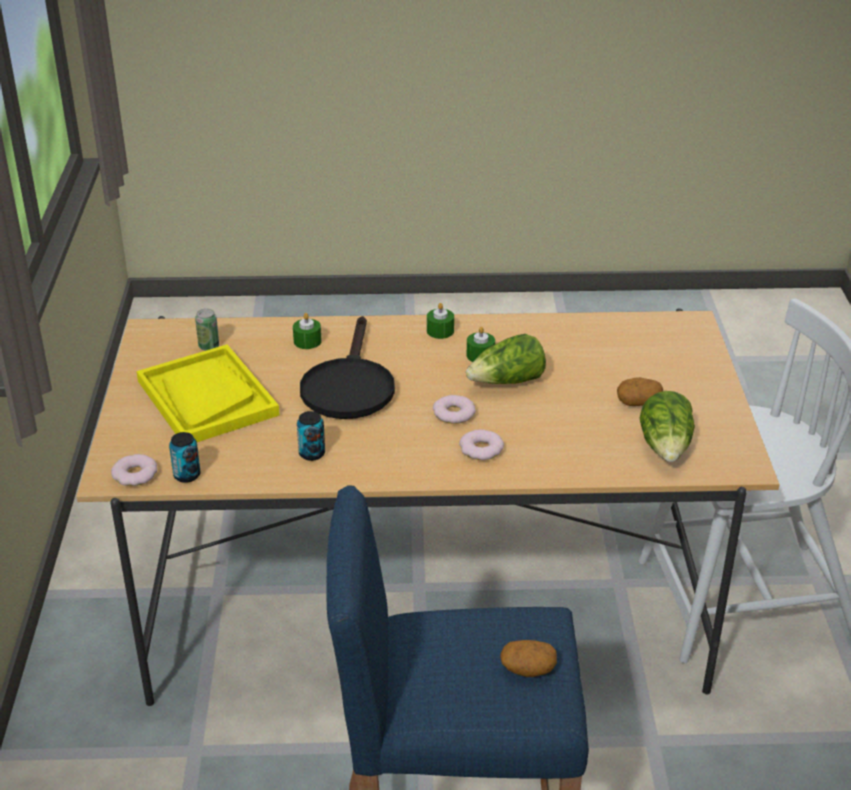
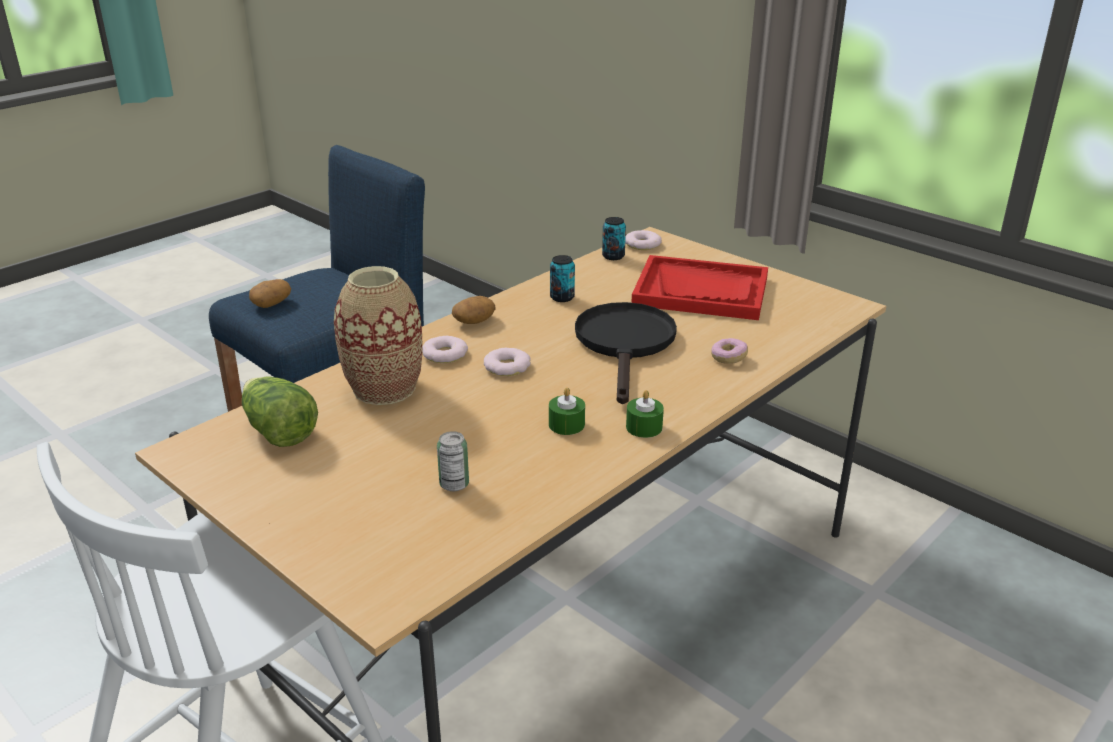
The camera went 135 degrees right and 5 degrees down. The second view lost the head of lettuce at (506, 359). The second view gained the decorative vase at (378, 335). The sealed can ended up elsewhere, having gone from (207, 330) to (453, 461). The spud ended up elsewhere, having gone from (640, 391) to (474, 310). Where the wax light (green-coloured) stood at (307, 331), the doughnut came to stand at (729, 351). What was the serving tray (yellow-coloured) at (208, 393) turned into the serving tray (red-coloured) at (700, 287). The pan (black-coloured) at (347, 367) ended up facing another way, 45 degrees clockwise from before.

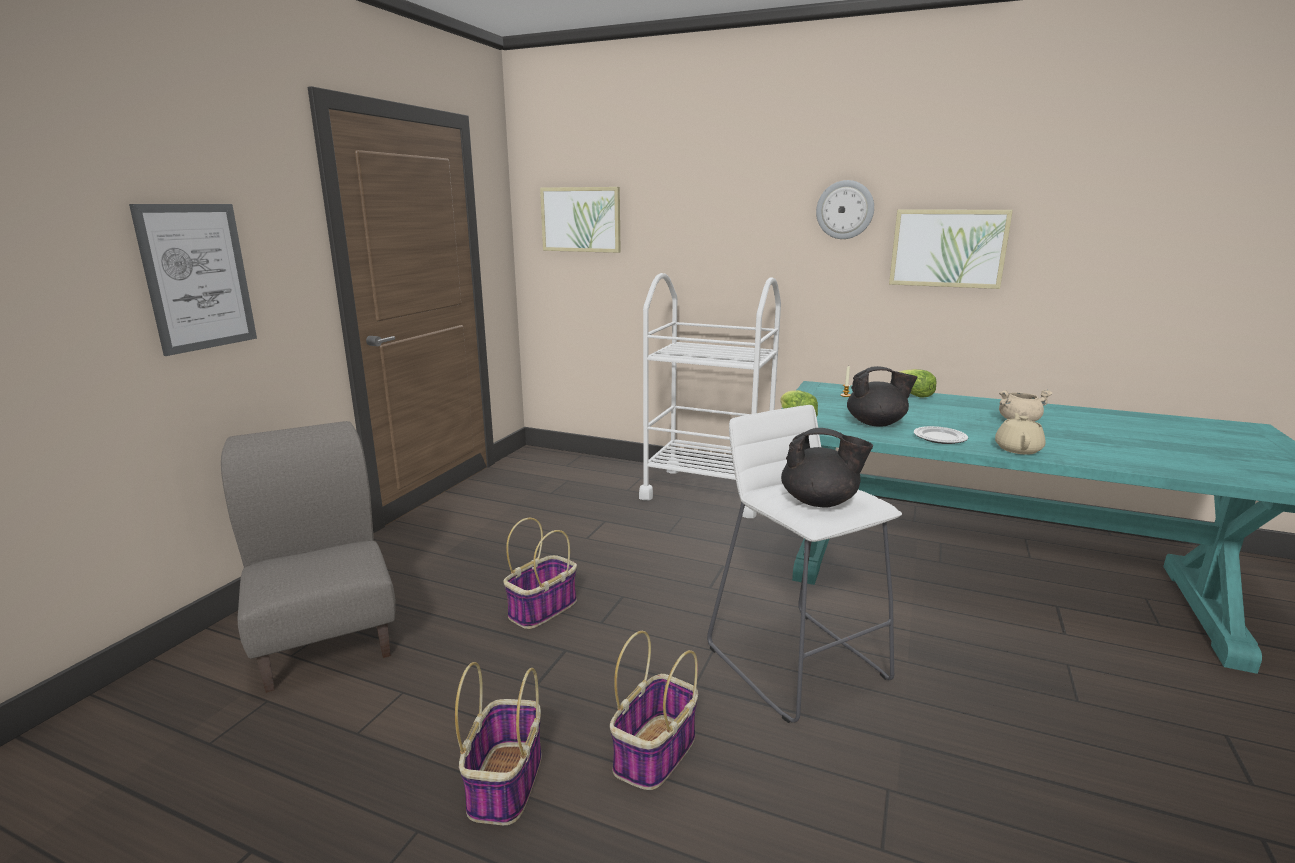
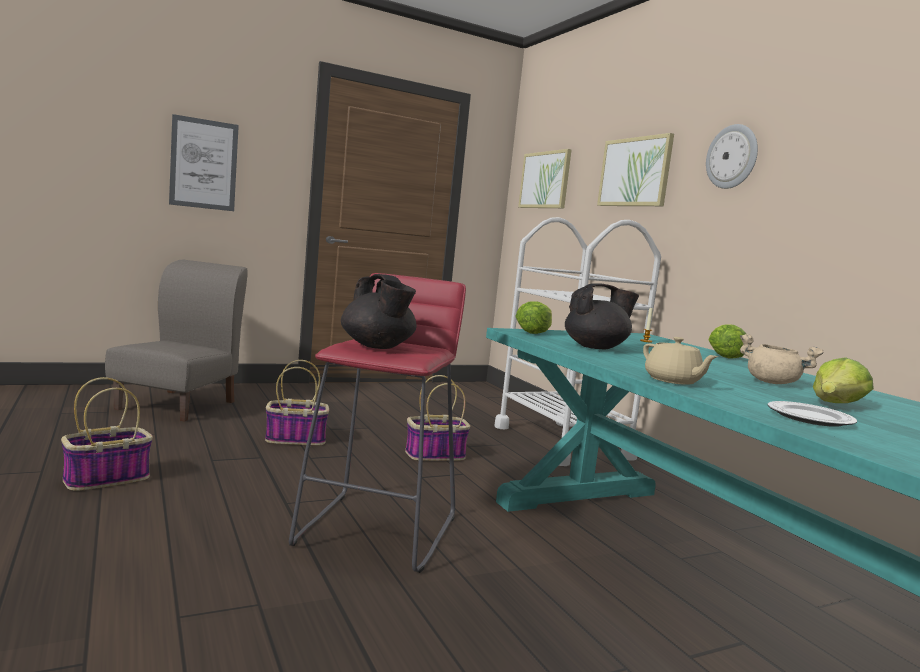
The camera went 40 degrees right and 10 degrees down. The second view gained the head of lettuce at (843, 380). The basket ended up elsewhere, having gone from (654, 710) to (437, 418). The picture ended up elsewhere, having gone from (951, 249) to (635, 169). The flat dish ended up elsewhere, having gone from (941, 435) to (812, 414). What was the stool (white-coloured) at (804, 564) turned into the stool (red-coloured) at (377, 423). The tea pot (black-coloured) at (882, 396) ended up facing another way, 60 degrees counterclockwise from before. The tea pot (beige) at (1020, 433) ended up facing another way, 90 degrees clockwise from before.

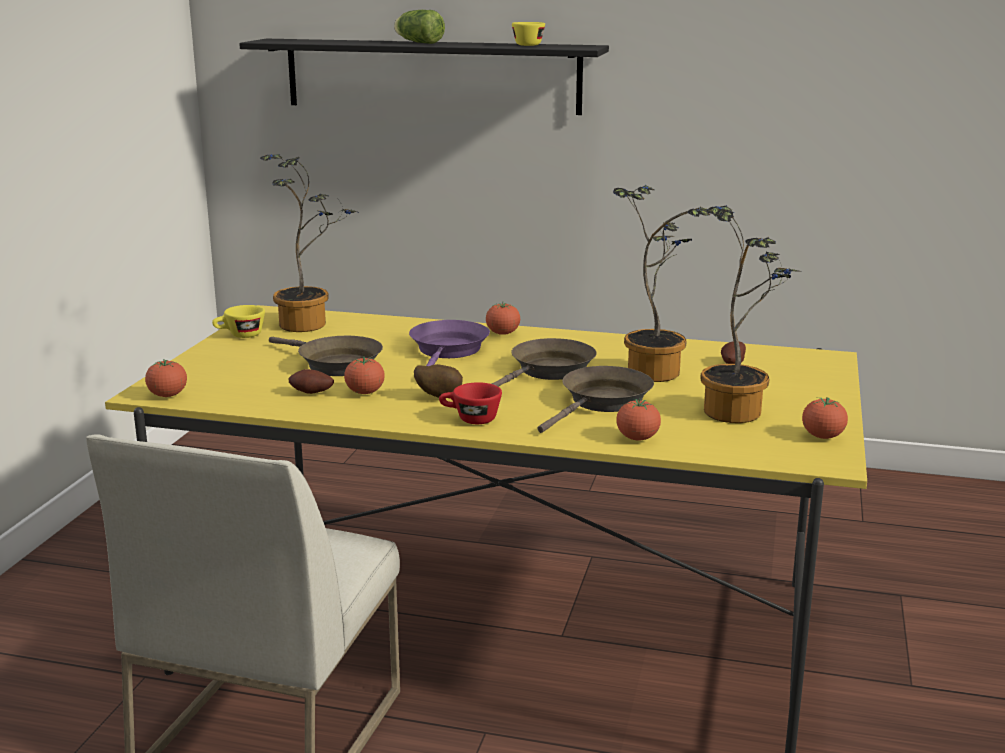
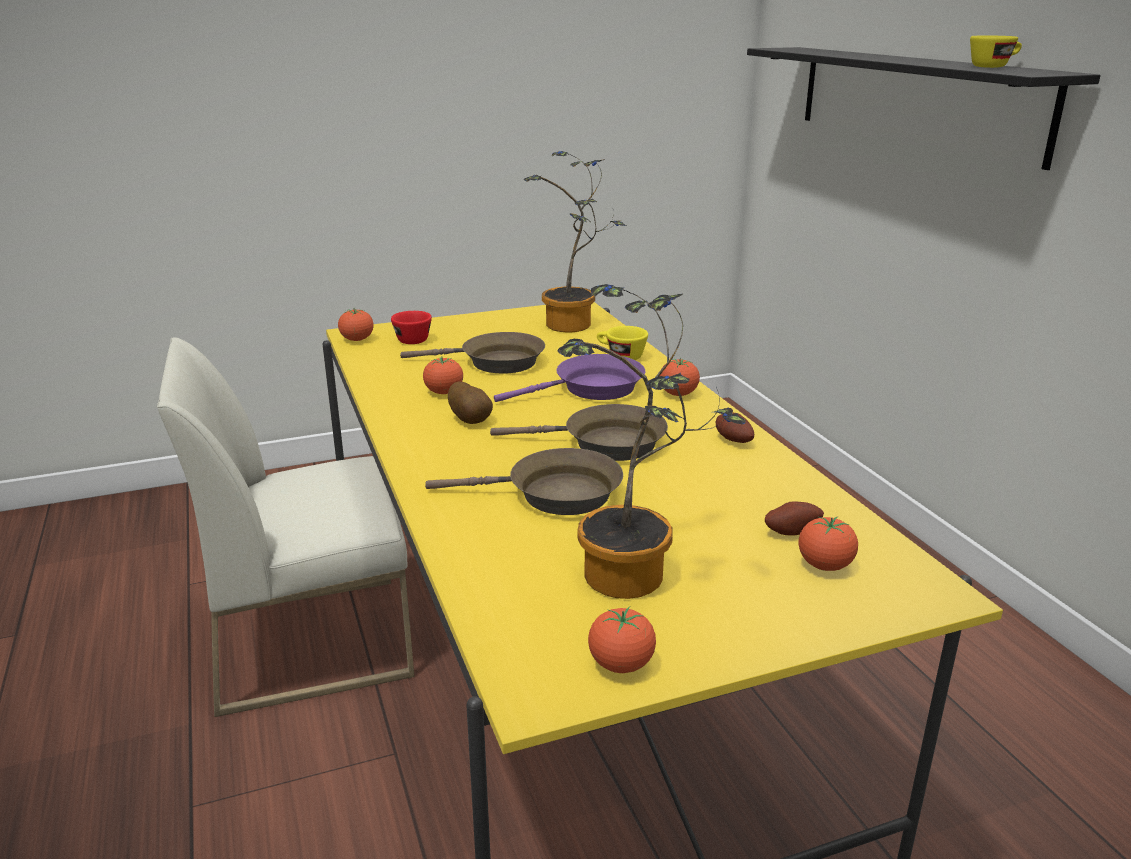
The camera went 55 degrees right and 5 degrees up. The second view lost the head of lettuce at (419, 27). The second view lost the potted plant at (661, 283). The cup (yellow-coloured) ended up elsewhere, having gone from (238, 321) to (622, 343). The spud ended up elsewhere, having gone from (311, 381) to (735, 428). The cup (red-coloured) ended up elsewhere, having gone from (470, 403) to (411, 327). The whole tomato ended up elsewhere, having gone from (638, 420) to (828, 543). The pan (brownish) at (326, 356) ended up facing another way, 90 degrees counterclockwise from before.

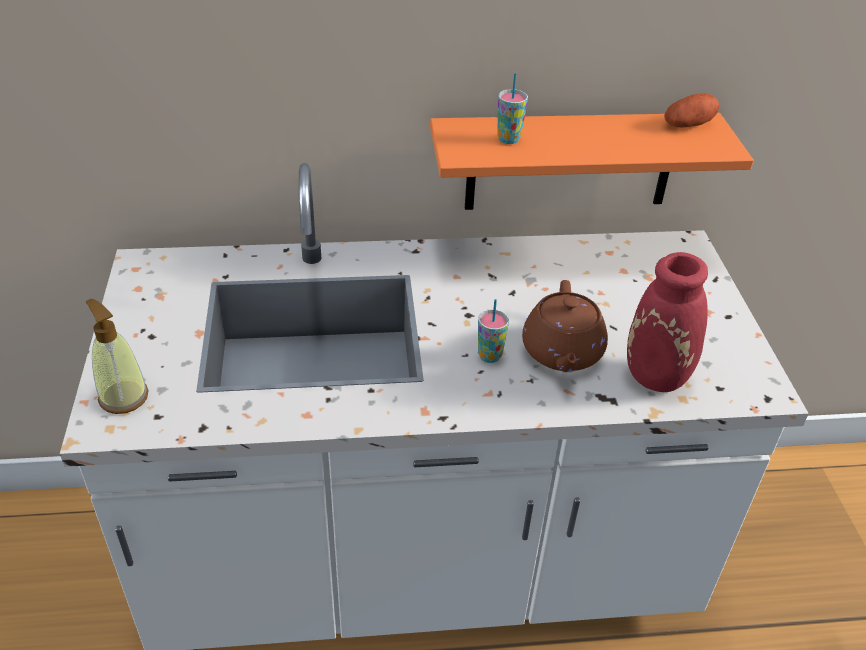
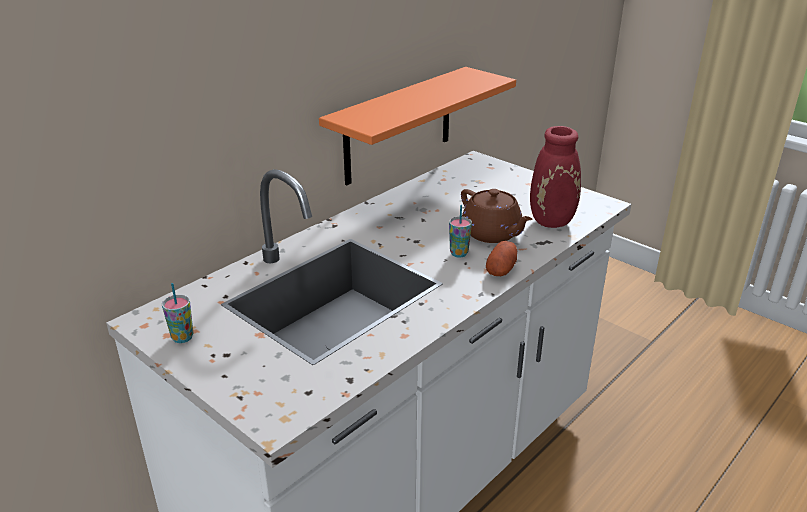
The camera went 40 degrees left and 10 degrees down. The second view lost the soap dispenser at (117, 356). The cup ended up elsewhere, having gone from (512, 108) to (177, 313). The spud ended up elsewhere, having gone from (691, 110) to (501, 258).

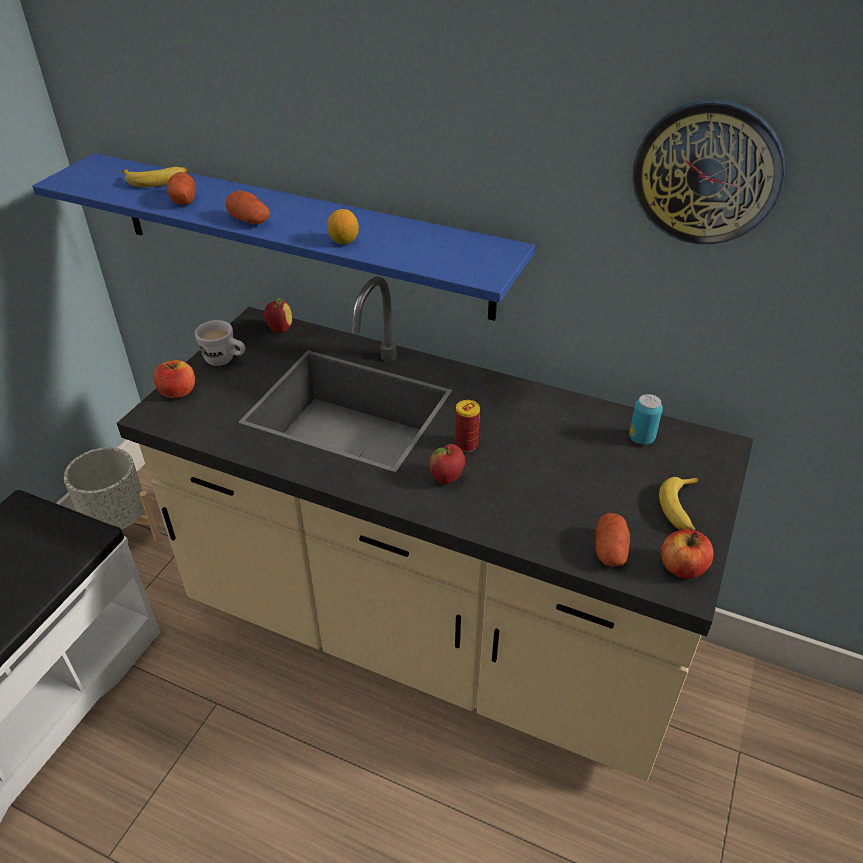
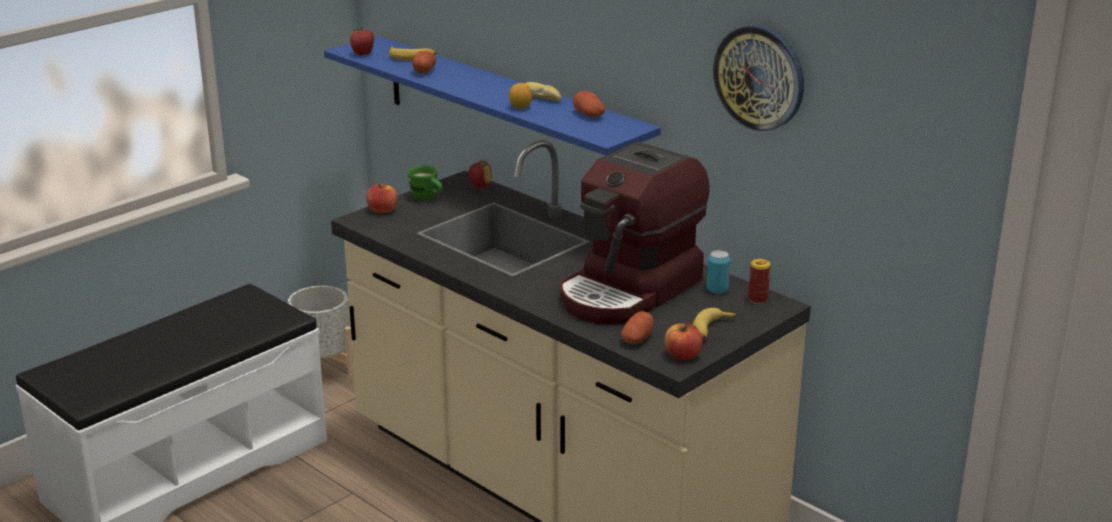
The camera went 20 degrees right and 15 degrees down. The second view gained the baked bread at (543, 92). The second view gained the coffee brewer at (635, 233). The spud ended up elsewhere, having gone from (247, 207) to (589, 104). The whole apple ended up elsewhere, having gone from (447, 464) to (362, 41). The sealed can ended up elsewhere, having gone from (467, 426) to (759, 281). What was the mug (white-coloured) at (220, 343) turned into the mug (green-coloured) at (424, 183).

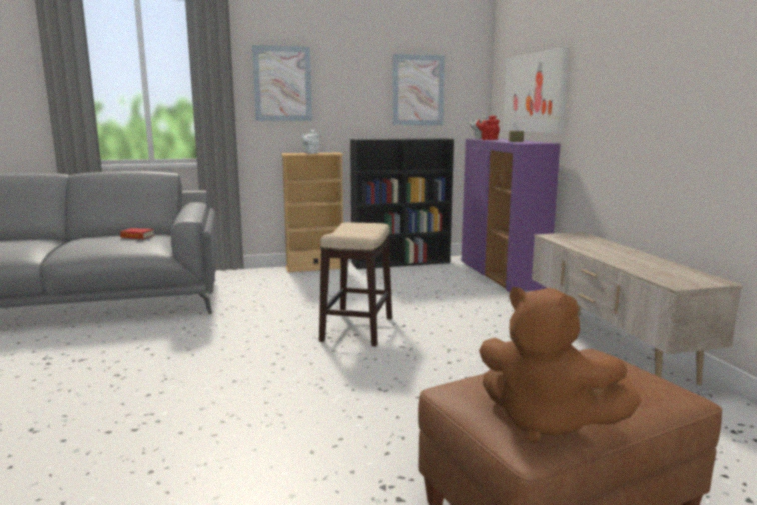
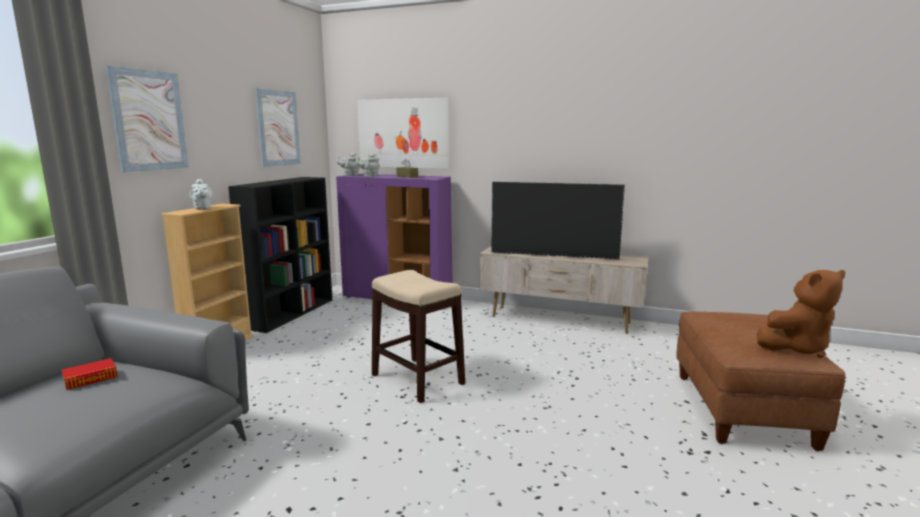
The camera went 55 degrees left and 0 degrees up. The second view gained the television at (558, 220). What was the tea pot (red-coloured) at (488, 127) turned into the tea pot (gray) at (368, 165).

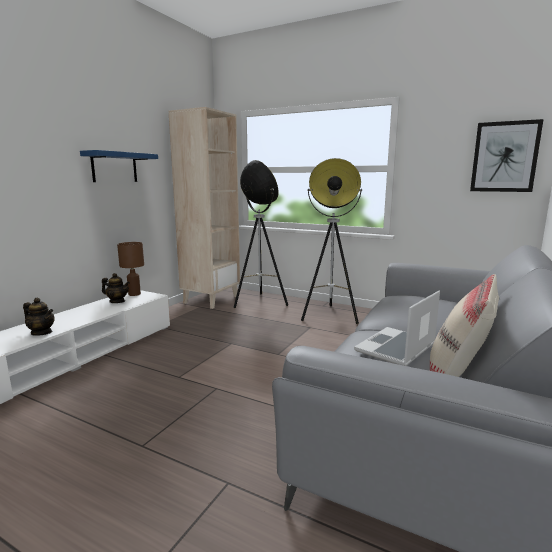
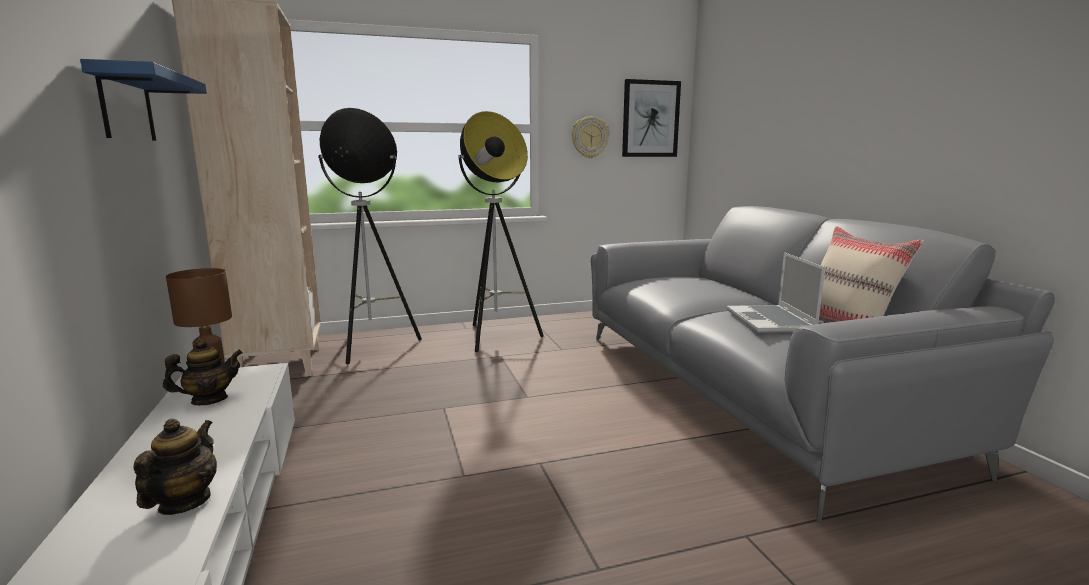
The camera went 45 degrees left and 0 degrees up. The second view gained the clock on the wall at (590, 137). The tea pot at (39, 317) ended up facing another way, 60 degrees counterclockwise from before.

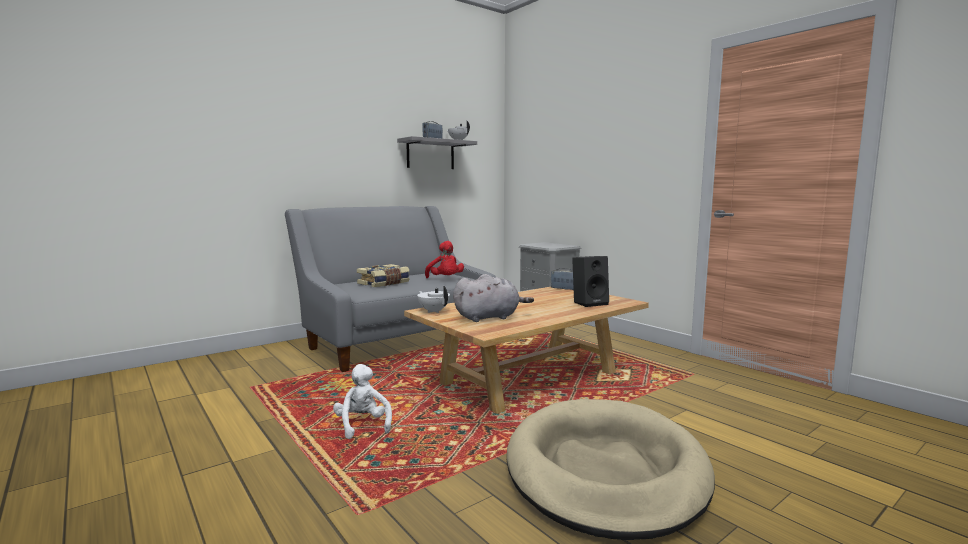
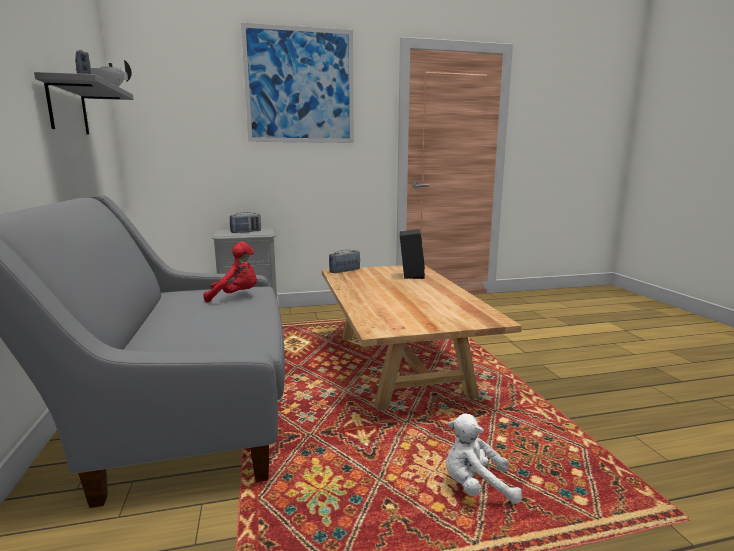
The camera went 65 degrees left and 5 degrees up. The second view lost the volume at (383, 275). The second view lost the tea pot (white-coloured) at (433, 299). The second view lost the plush toy (gray) at (493, 298). The second view lost the dog bed (beige) at (611, 469). The second view gained the radio at (245, 222). The second view gained the picture at (297, 83).

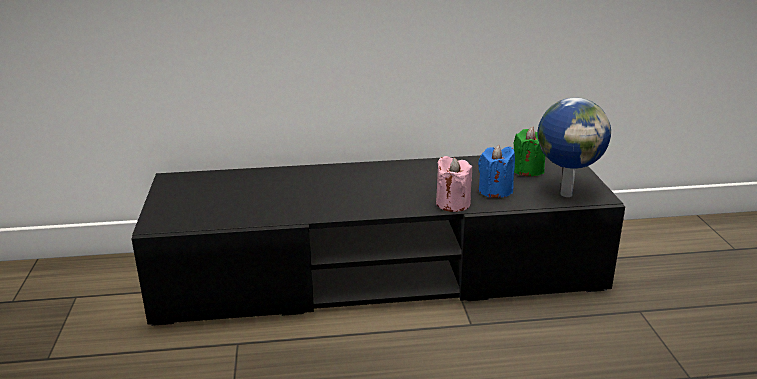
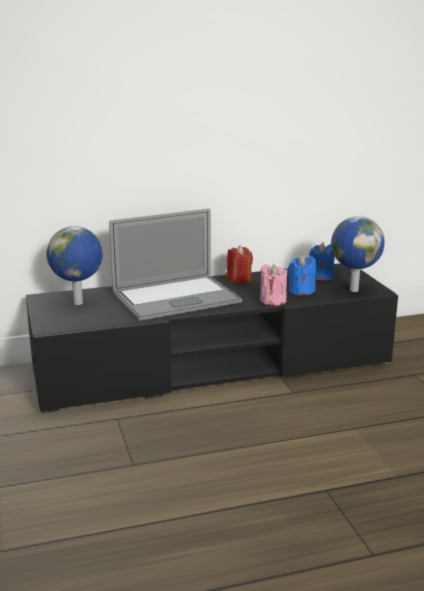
The camera went 10 degrees left and 5 degrees down. The second view gained the world globe at (75, 265). The second view gained the laptop at (175, 265). The second view gained the wax light (red-coloured) at (239, 264). What was the wax light (green-coloured) at (529, 151) turned into the wax light (bluish) at (322, 261).

